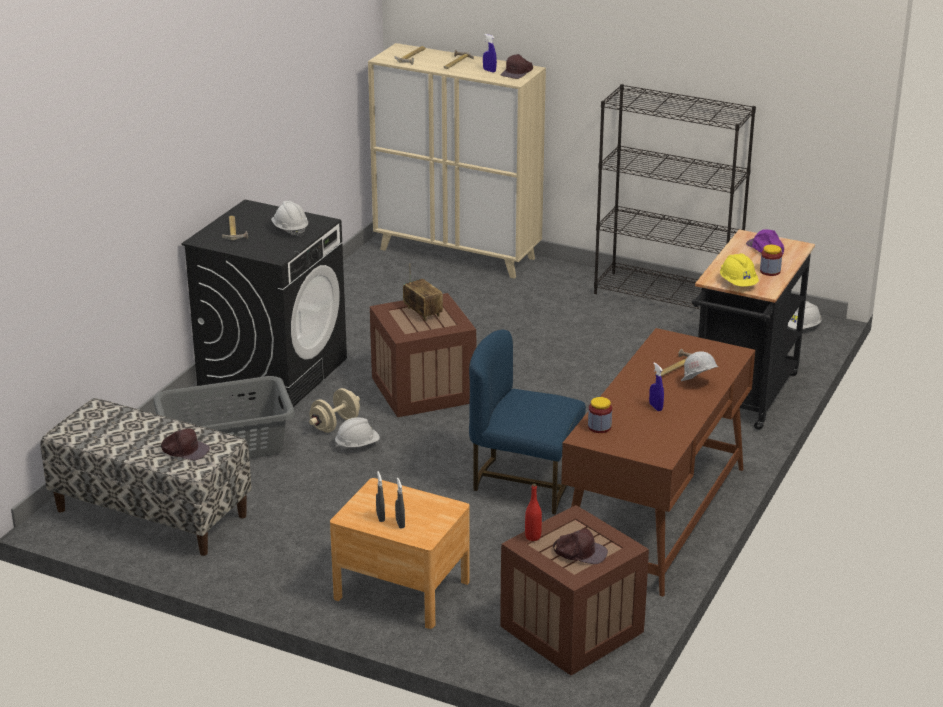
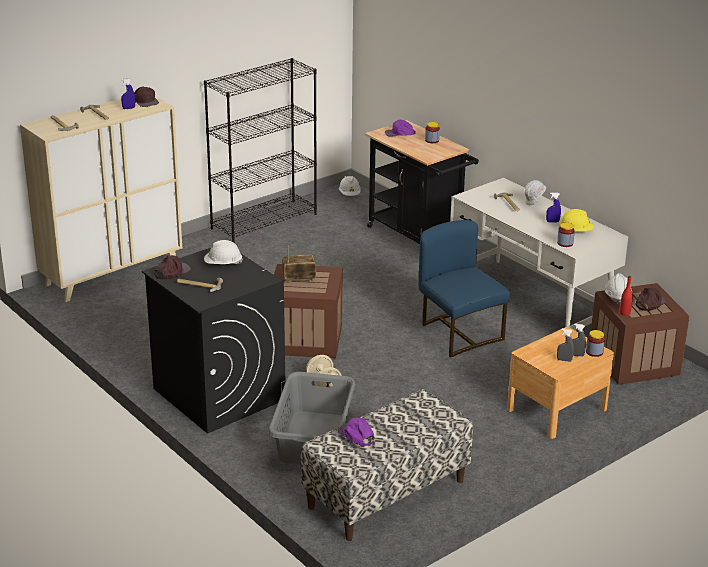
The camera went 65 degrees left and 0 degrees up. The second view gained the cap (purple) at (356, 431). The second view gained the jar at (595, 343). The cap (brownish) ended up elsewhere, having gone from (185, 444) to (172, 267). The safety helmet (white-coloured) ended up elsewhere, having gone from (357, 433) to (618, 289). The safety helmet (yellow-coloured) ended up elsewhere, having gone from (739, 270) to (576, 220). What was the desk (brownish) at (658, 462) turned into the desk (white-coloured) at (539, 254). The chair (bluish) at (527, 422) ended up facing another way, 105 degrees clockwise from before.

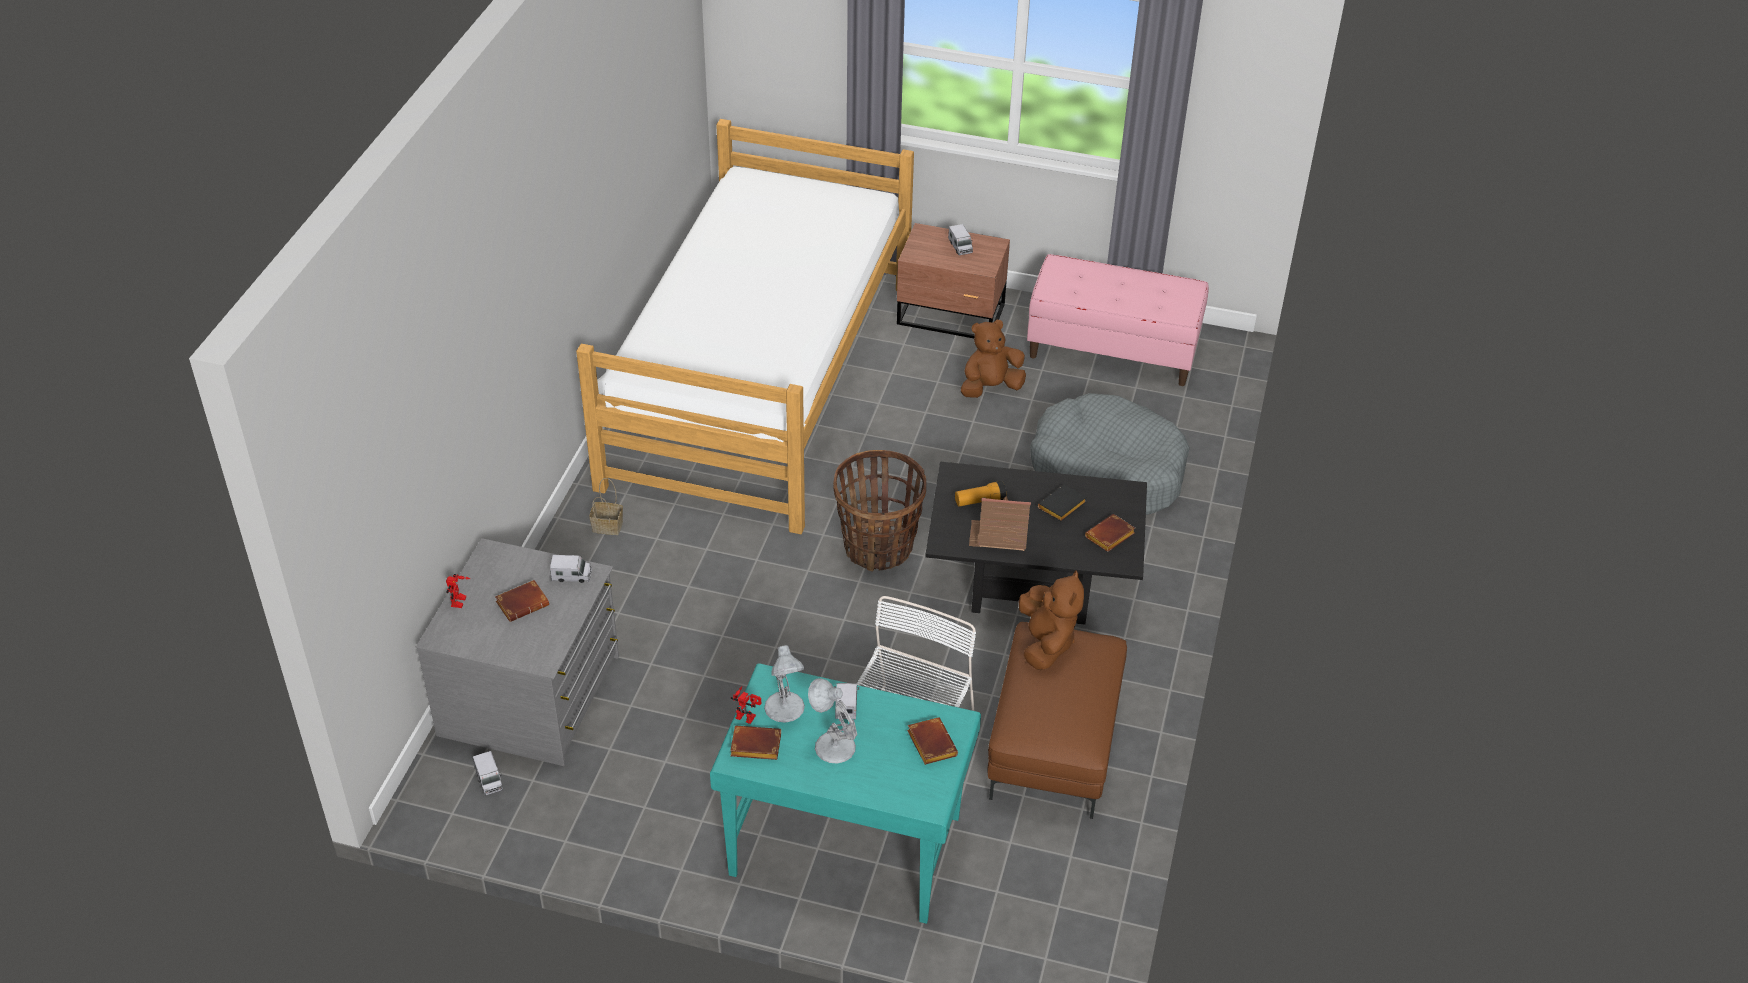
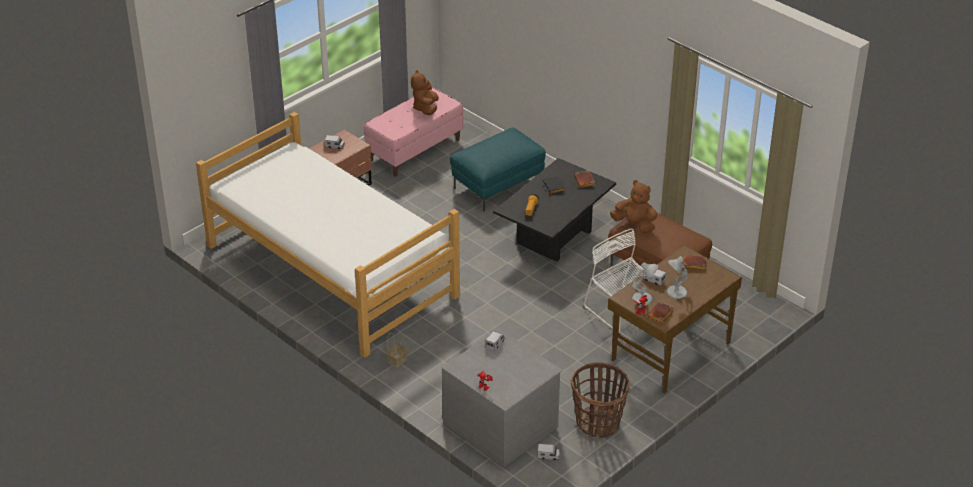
The camera went 60 degrees left and 5 degrees down. The second view lost the volume (brownish) at (522, 601). The second view lost the model house at (1000, 523). The basket ended up elsewhere, having gone from (879, 511) to (600, 400). The plush toy (brownish) ended up elsewhere, having gone from (993, 359) to (425, 92). Where the dog bed (gray) stood at (1110, 454), the ottoman (turquoise) came to stand at (498, 169). What was the desk (turquoise) at (845, 793) turned into the desk (brownish) at (675, 319).

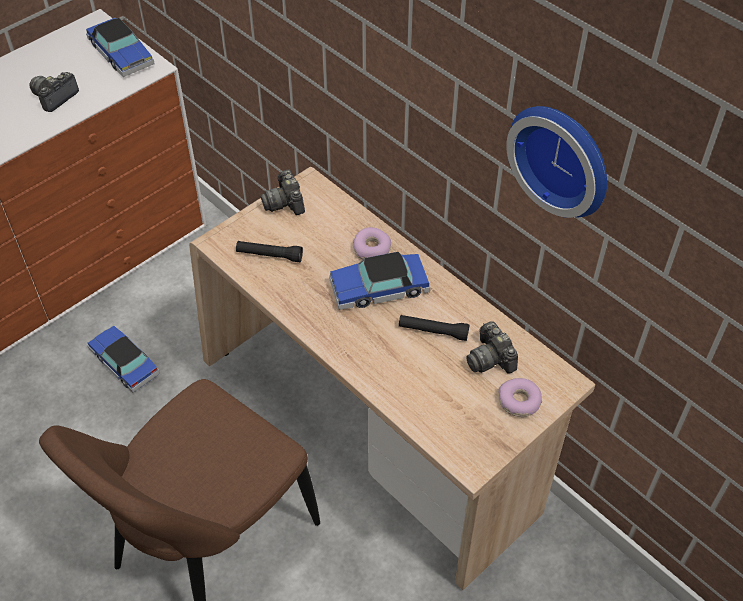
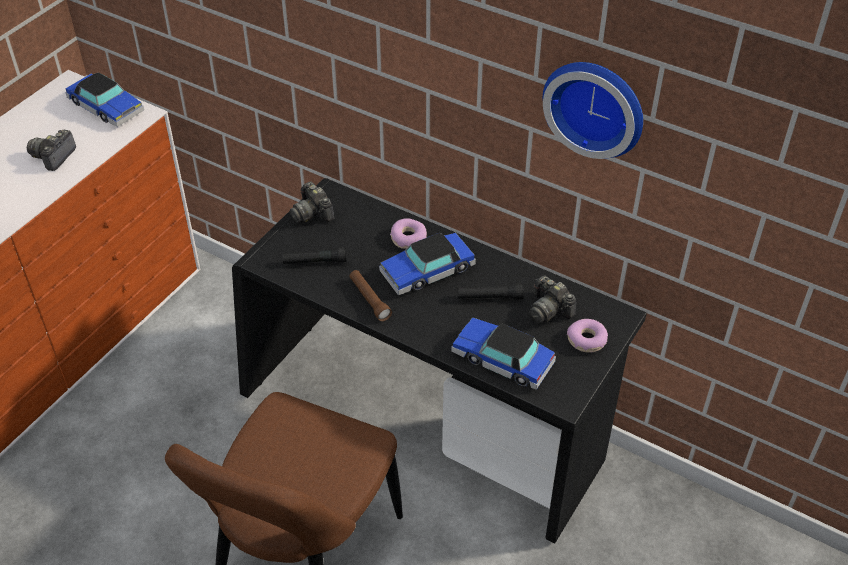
The camera went 15 degrees left and 5 degrees down. The second view gained the hand torch (brownish) at (370, 295). The toy car ended up elsewhere, having gone from (123, 359) to (503, 353). What was the desk (beige) at (392, 378) turned into the desk (black-coloured) at (439, 360).

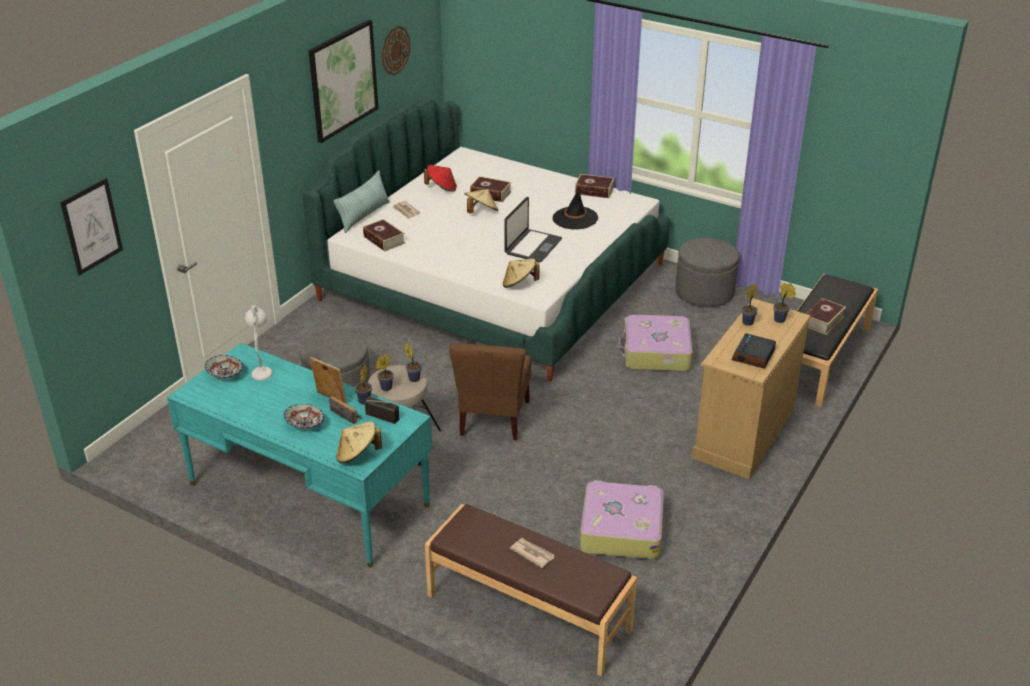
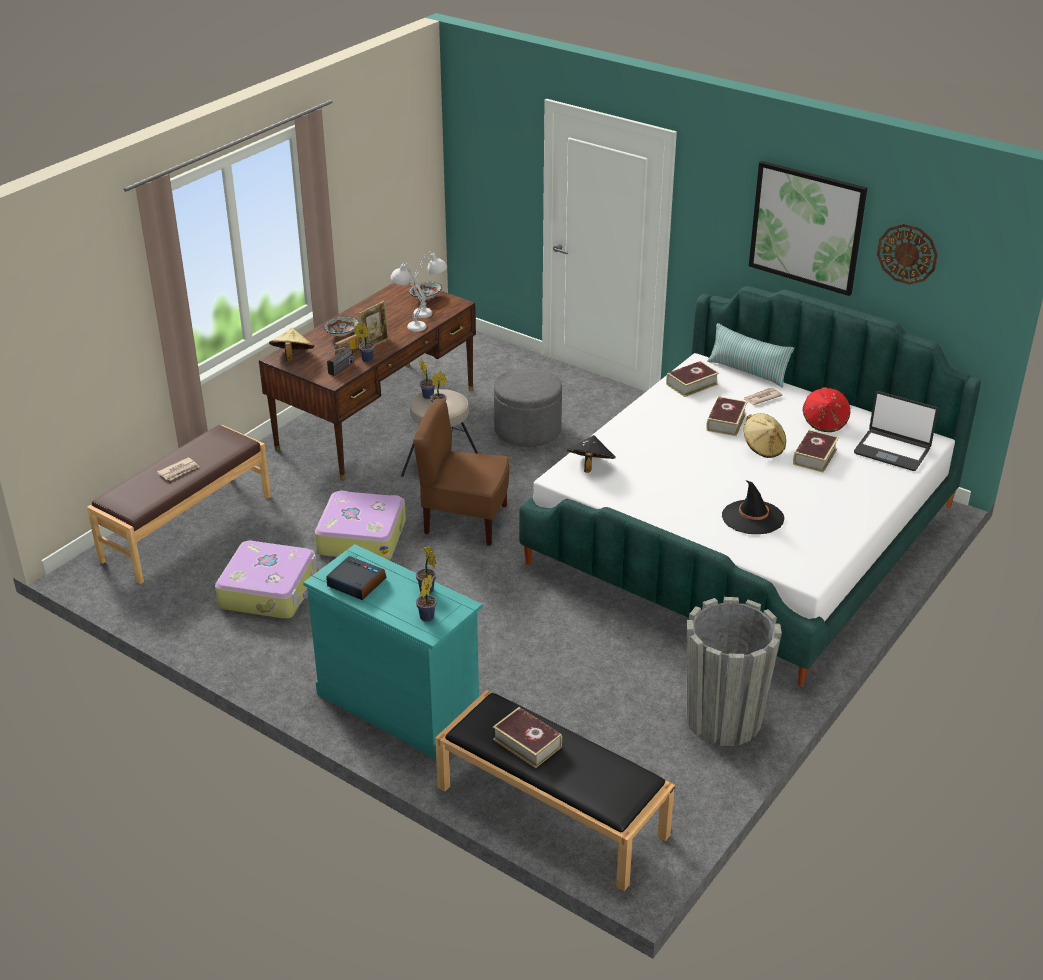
The camera went 95 degrees right and 0 degrees up. The second view lost the picture at (91, 227). The second view gained the lamp for a table (white-coloured) at (408, 297). The laptop ended up elsewhere, having gone from (533, 229) to (896, 431). The volume ended up elsewhere, having gone from (594, 186) to (726, 416). The piece of luggage ended up elsewhere, having gone from (655, 343) to (360, 525). Where the ottoman (gray) stood at (707, 272), the plant pot (gray) came to stand at (734, 671). What was the desk (turquoise) at (300, 455) turned into the desk (brownish) at (367, 380). What was the wearable hat (beige) at (521, 273) turned into the wearable hat (black-coloured) at (591, 454). What was the drawer chest (beige) at (751, 388) turned into the drawer chest (turquoise) at (393, 651).

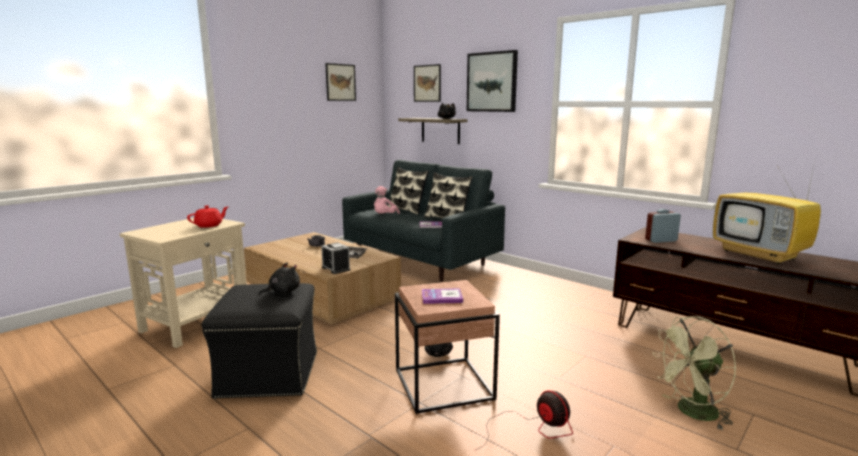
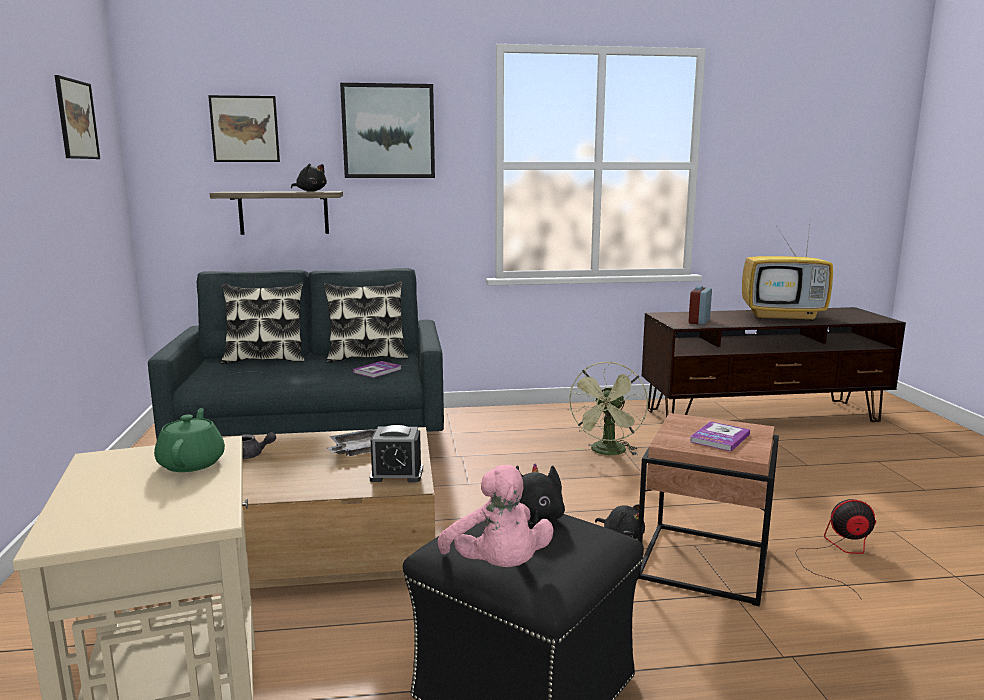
The camera went 50 degrees left and 0 degrees up. The plush toy (pink) ended up elsewhere, having gone from (387, 200) to (496, 516). The fan (green-coloured) ended up elsewhere, having gone from (694, 373) to (607, 409). What was the tea pot (red-coloured) at (207, 216) turned into the tea pot (green-coloured) at (189, 440).

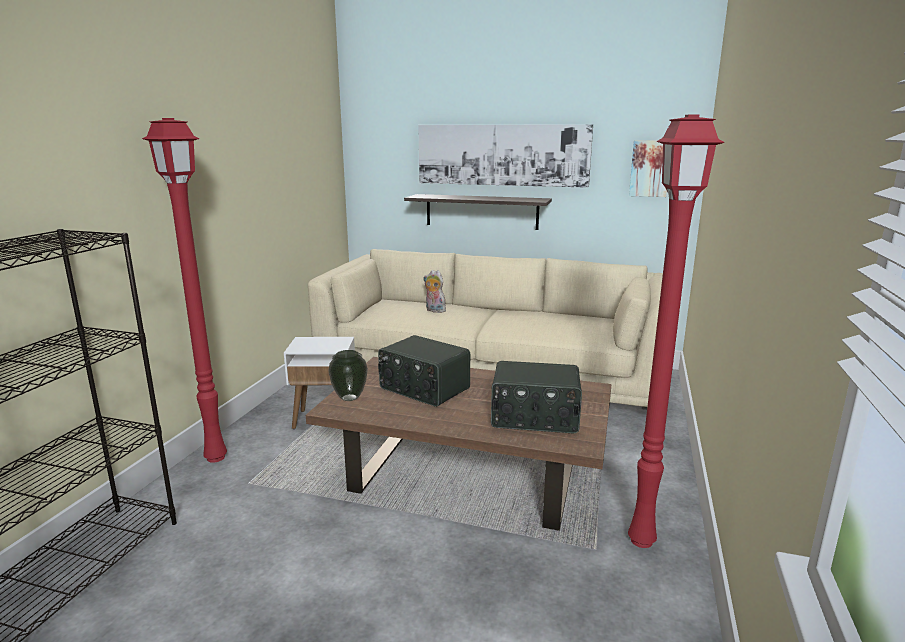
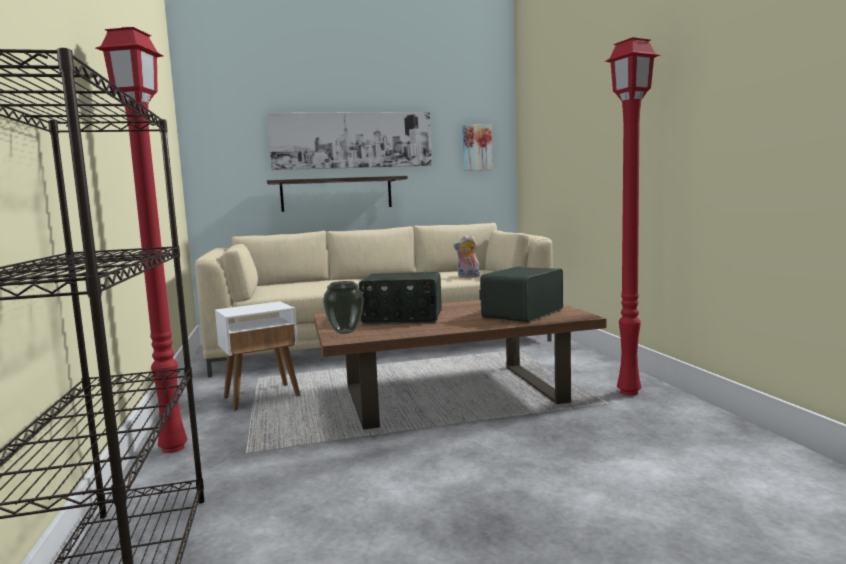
The camera went 30 degrees left and 10 degrees down. The plush toy ended up elsewhere, having gone from (435, 291) to (466, 256). The radio at (536, 397) ended up facing another way, 150 degrees clockwise from before.

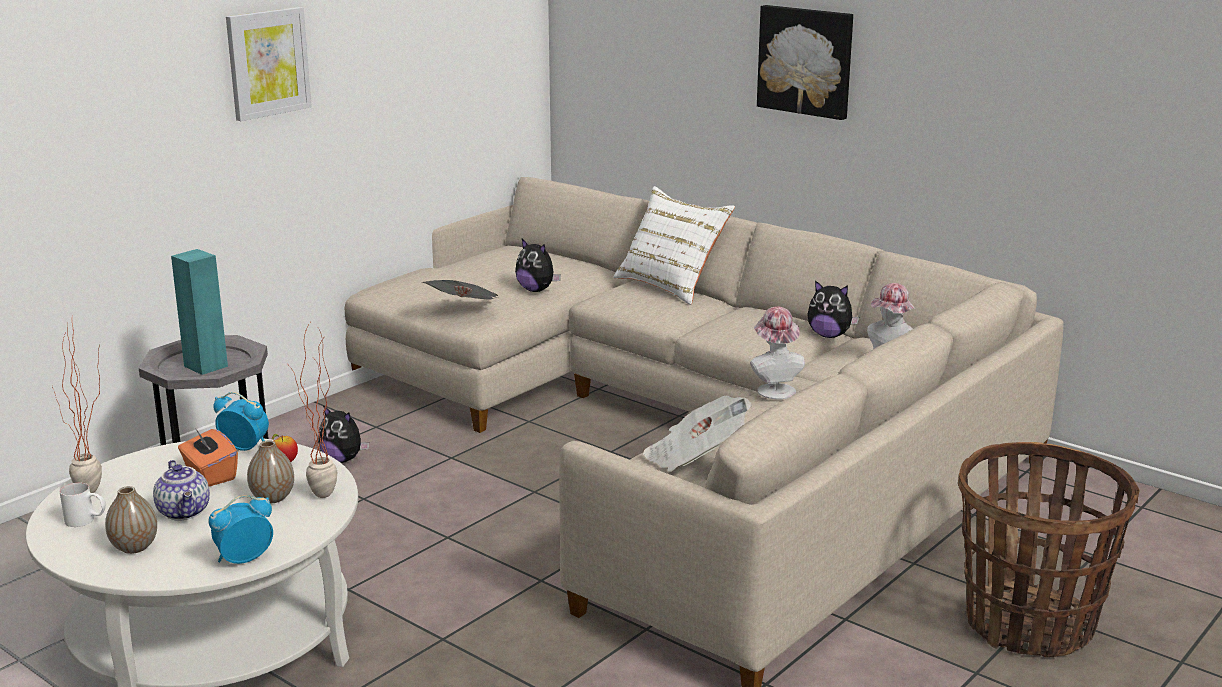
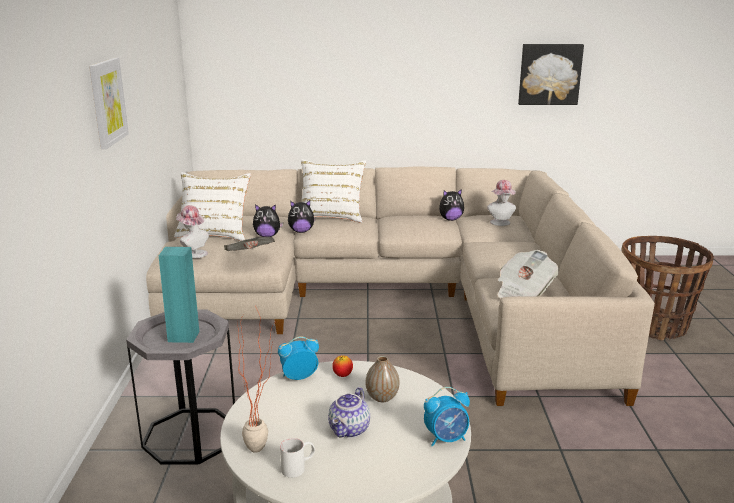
The camera went 40 degrees left and 0 degrees up. The second view lost the decorative vase at (131, 520). The second view lost the tissue box (orange-coloured) at (208, 457). The second view lost the potted plant at (313, 410). The second view gained the throw pillow (white-coloured) at (212, 206). The plush toy ended up elsewhere, having gone from (343, 434) to (302, 216). The wearable hat ended up elsewhere, having gone from (777, 352) to (192, 231). The picture ended up elsewhere, having gone from (805, 62) to (551, 74). The tea pot at (181, 490) ended up facing another way, 90 degrees clockwise from before. The alarm clock at (241, 529) ended up facing another way, 120 degrees counterclockwise from before.

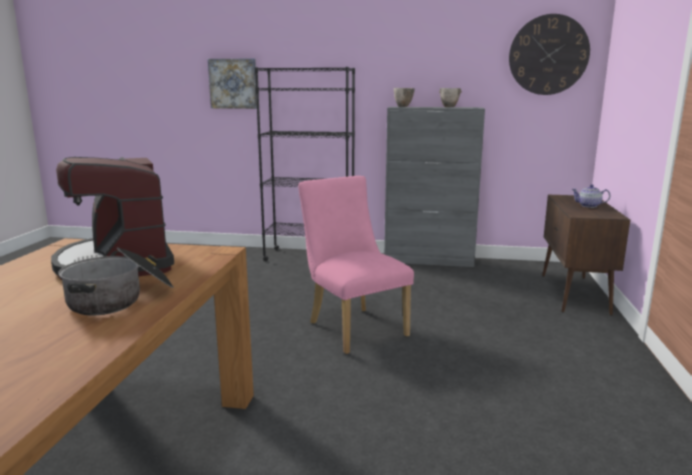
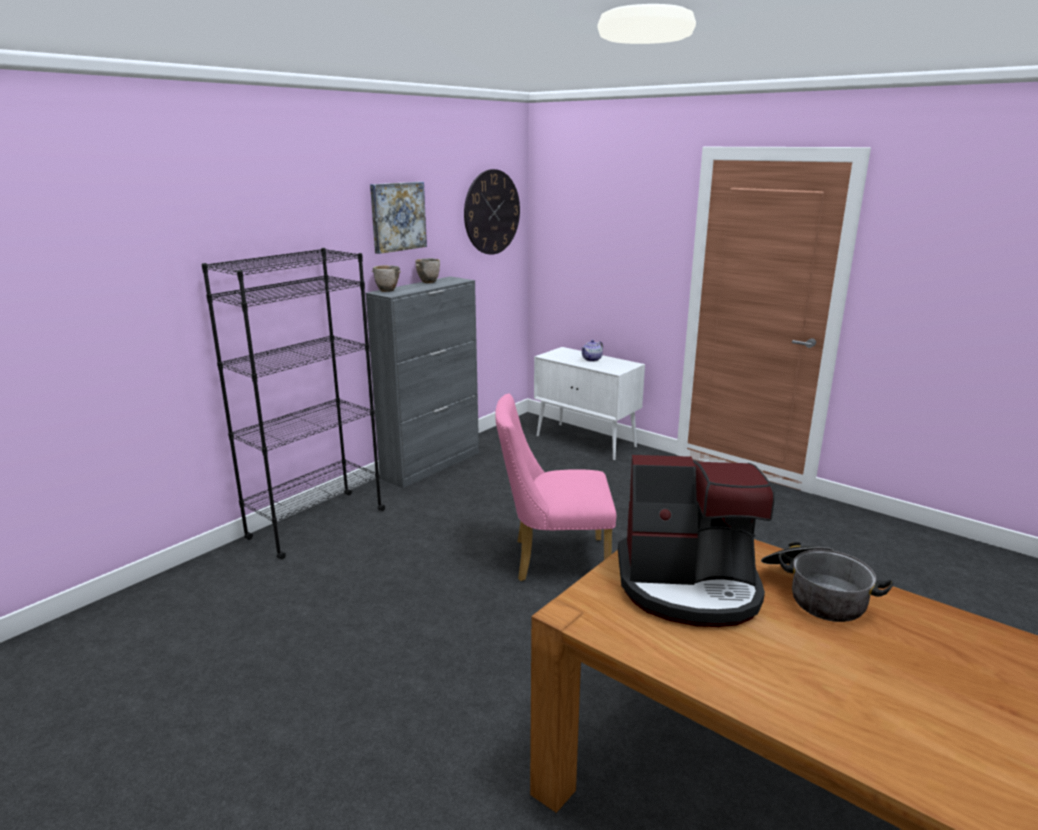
The camera went 60 degrees left and 5 degrees up. The picture ended up elsewhere, having gone from (232, 83) to (398, 218). What was the storage cabinet (brownish) at (586, 255) turned into the storage cabinet (white-coloured) at (589, 404).

